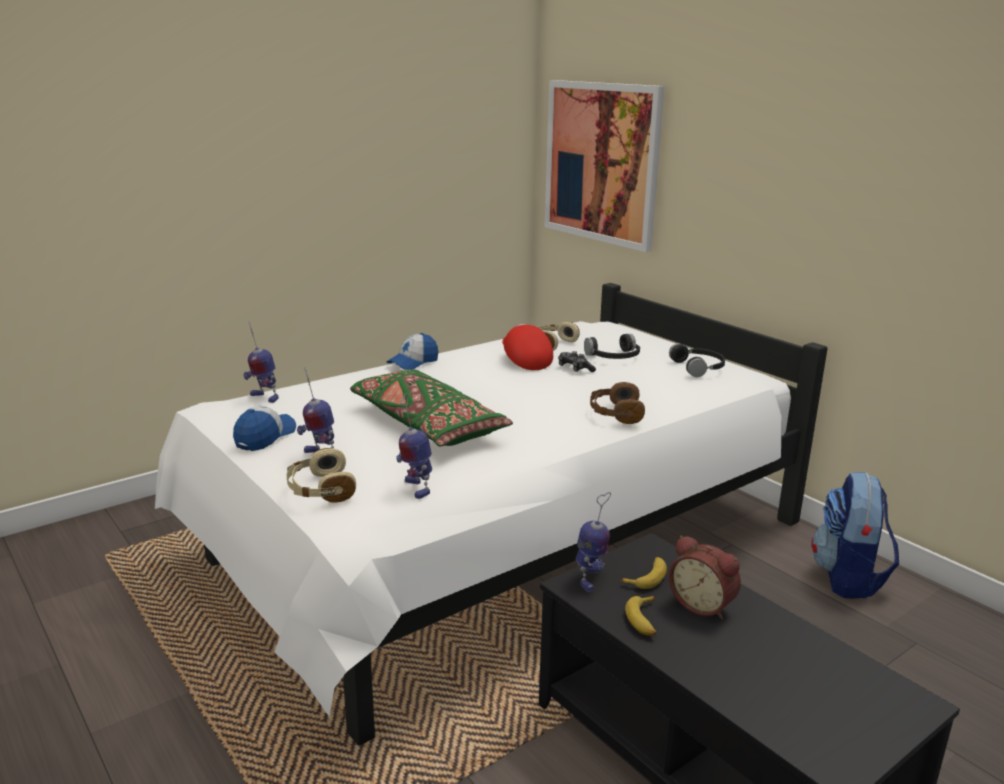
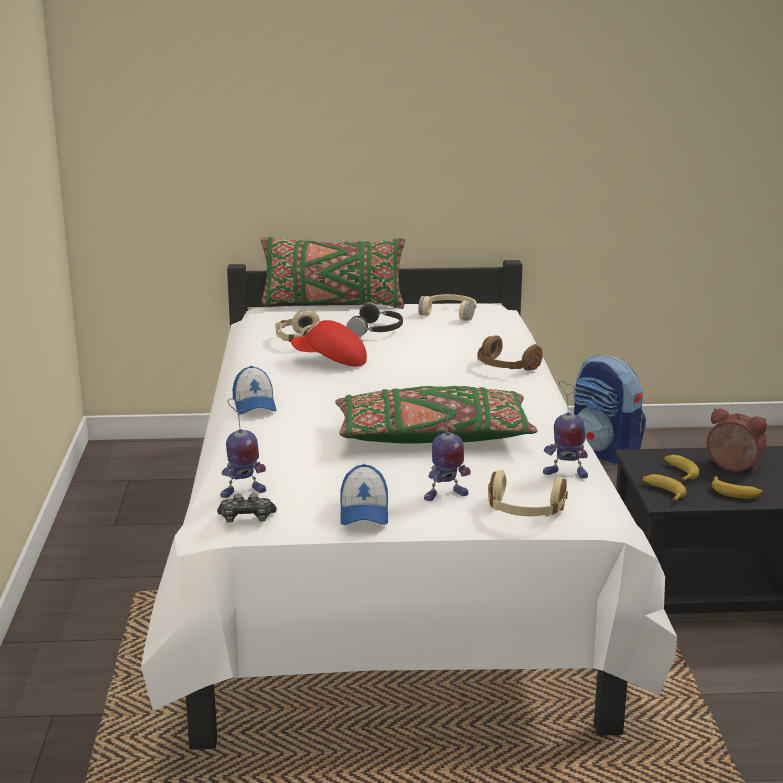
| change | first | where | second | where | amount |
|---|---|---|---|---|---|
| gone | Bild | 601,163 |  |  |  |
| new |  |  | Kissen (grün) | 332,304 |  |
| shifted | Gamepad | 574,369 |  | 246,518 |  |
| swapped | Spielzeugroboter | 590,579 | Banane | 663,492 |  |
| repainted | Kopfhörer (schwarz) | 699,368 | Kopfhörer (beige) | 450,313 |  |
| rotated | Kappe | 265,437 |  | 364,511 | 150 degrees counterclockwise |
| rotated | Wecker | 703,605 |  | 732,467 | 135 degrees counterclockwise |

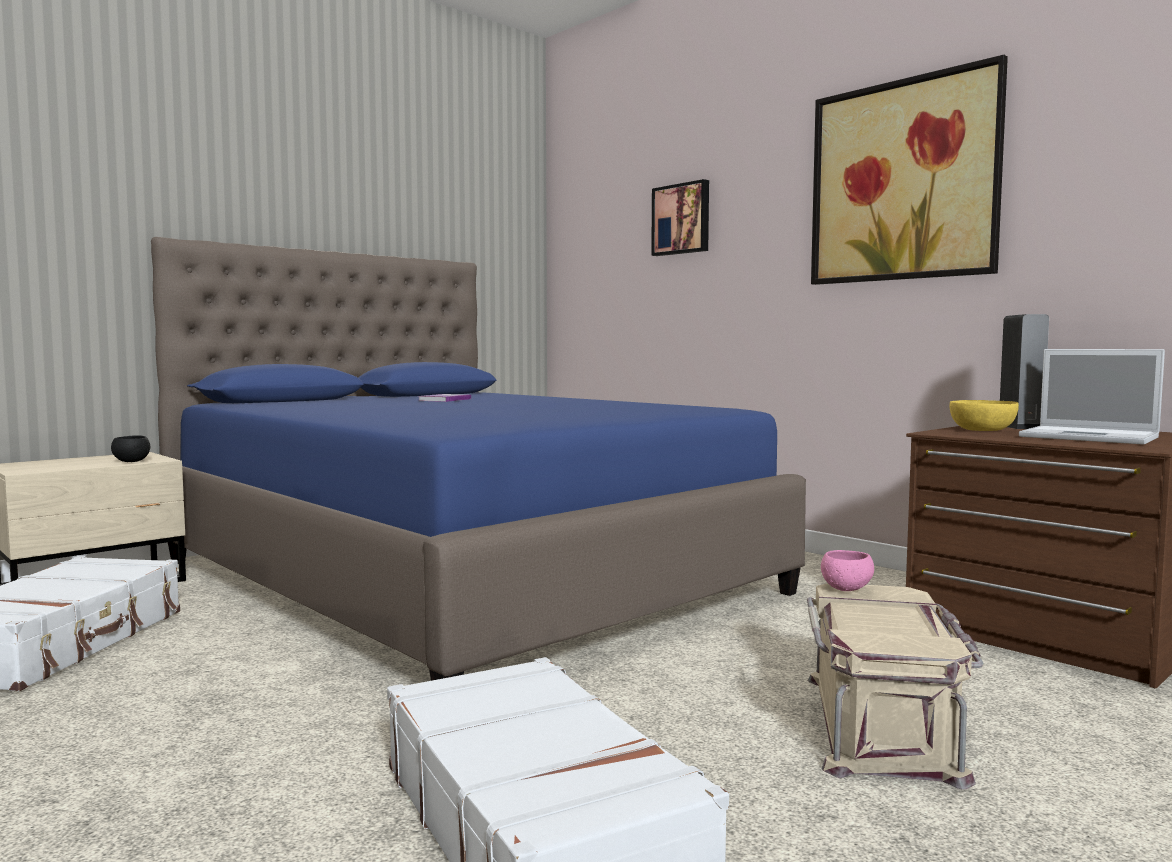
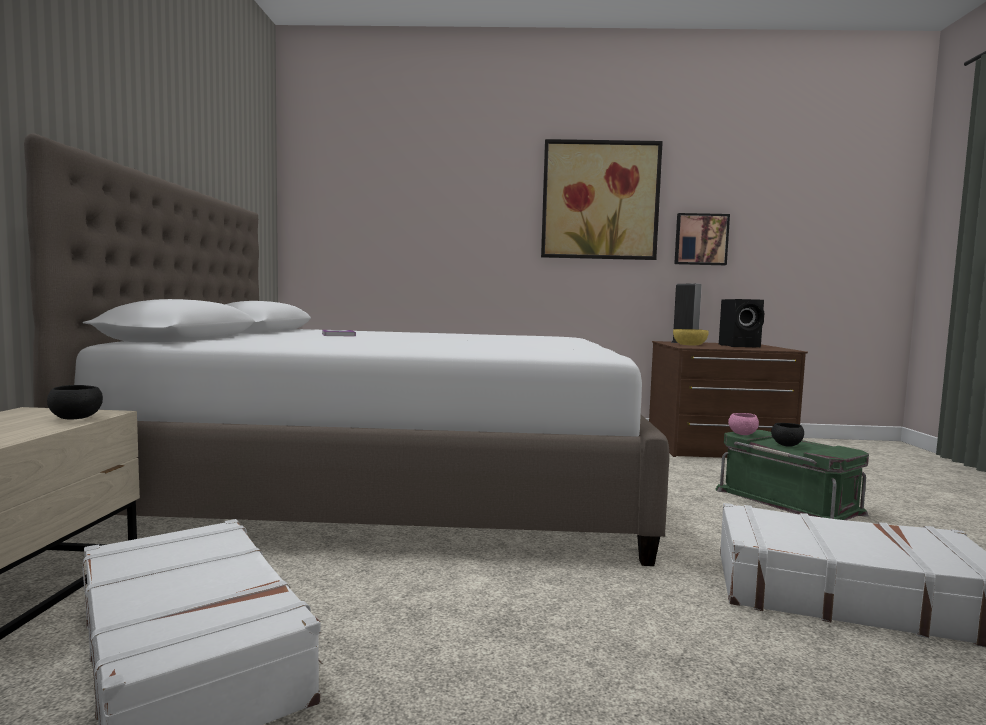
| change | first | where | second | where | amount |
|---|---|---|---|---|---|
| new |  |  | Schüssel (schwarz) | 786,445 |  |
| shifted | Bild | 682,219 |  | 700,239 |  |
| swapped | Laptop | 1091,437 | Lautsprecher (schwarz) | 740,346 |  |
| repainted | Bett (blau) | 463,576 | Bett (weiß) | 392,484 |  |
| repainted | Aufbewahrungsbox (beige) | 884,725 | Aufbewahrungsbox (grün) | 788,501 |  |

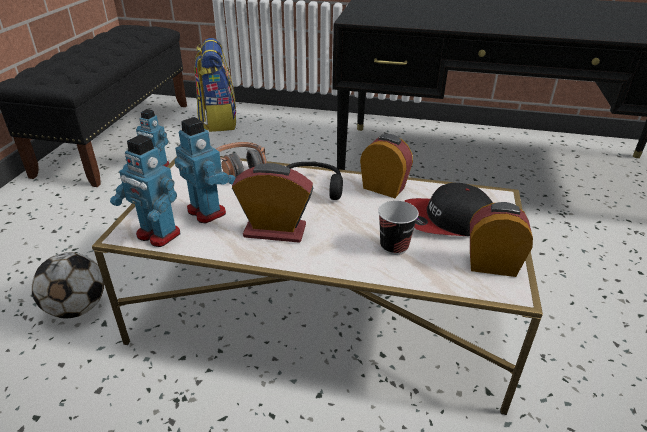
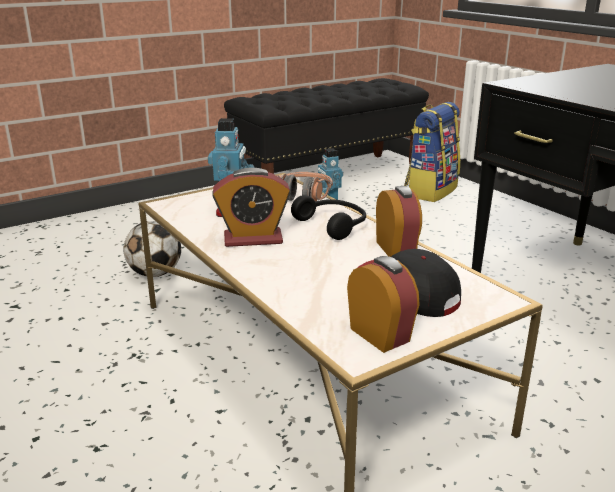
| change | first | where | second | where | amount |
|---|---|---|---|---|---|
| gone | Spielzeugroboter | 157,235 |  |  |  |
| gone | Tasse | 394,246 |  |  |  |
| rotated | Wecker | 275,231 |  | 253,239 | 120 degrees clockwise |

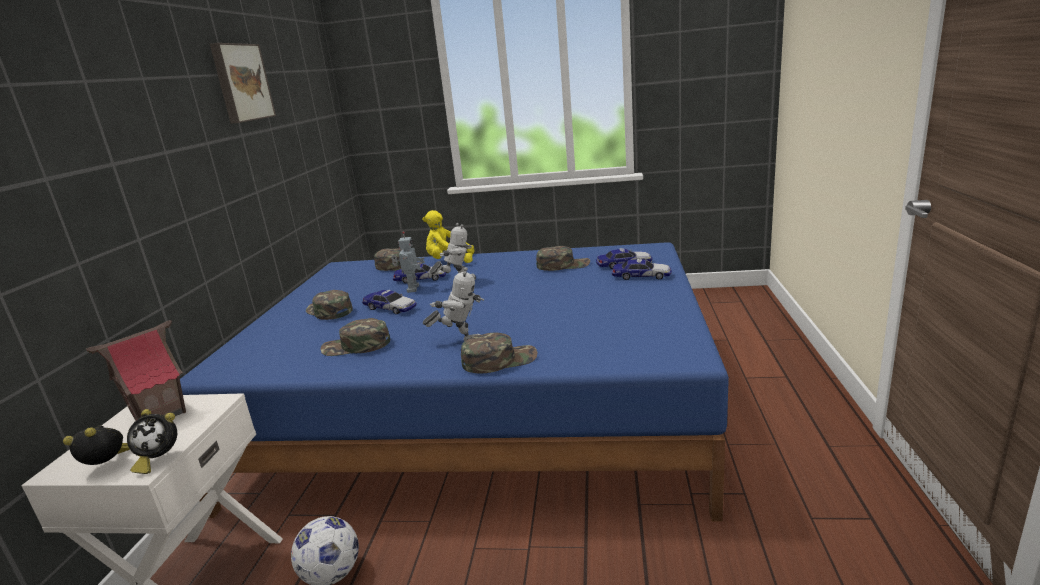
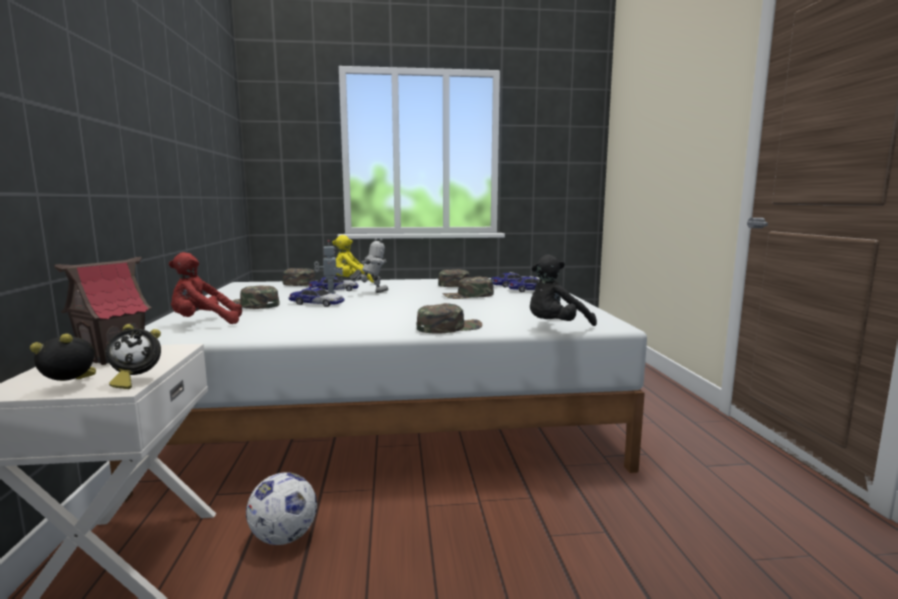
| change | first | where | second | where | amount |
|---|---|---|---|---|---|
| gone | Bild | 241,83 |  |  |  |
| gone | Spielzeugroboter | 460,341 |  |  |  |
| new |  |  | Plüschtier (rot) | 204,323 |  |
| new |  |  | Plüschtier (schwarz) | 555,327 |  |
| shifted | Kappe (grün) | 356,346 |  | 468,296 |  |
| repainted | Bett (blau) | 482,409 | Bett (weiß) | 391,408 |  |

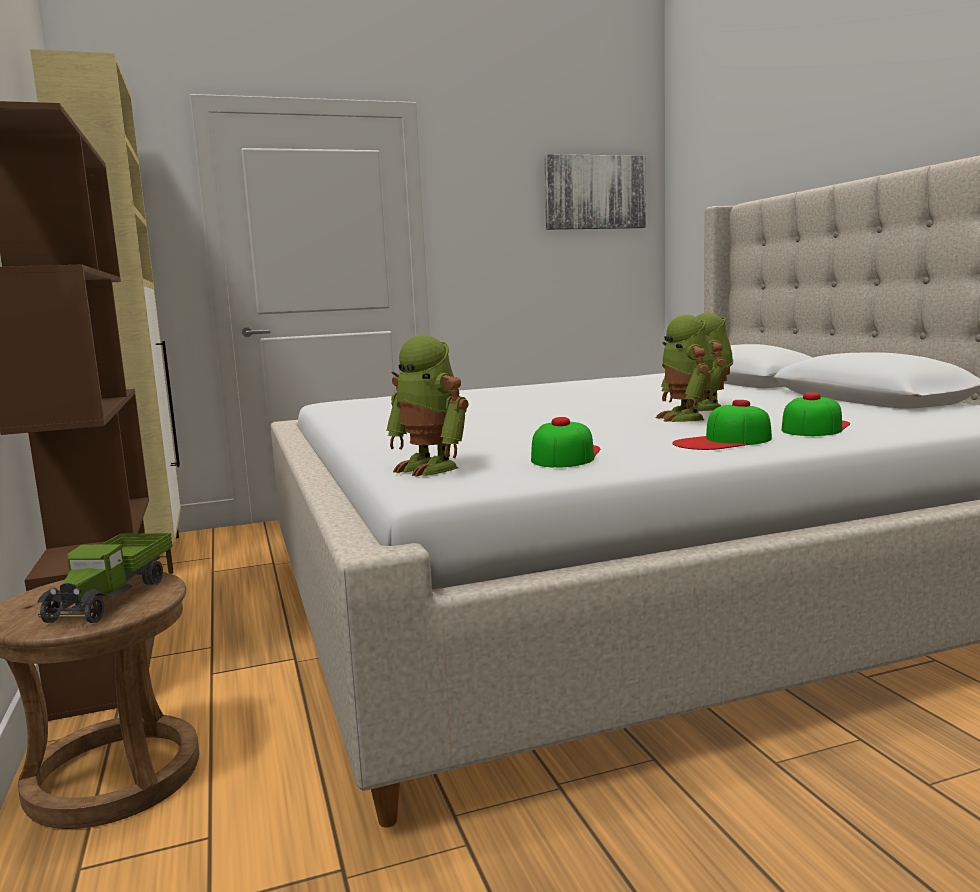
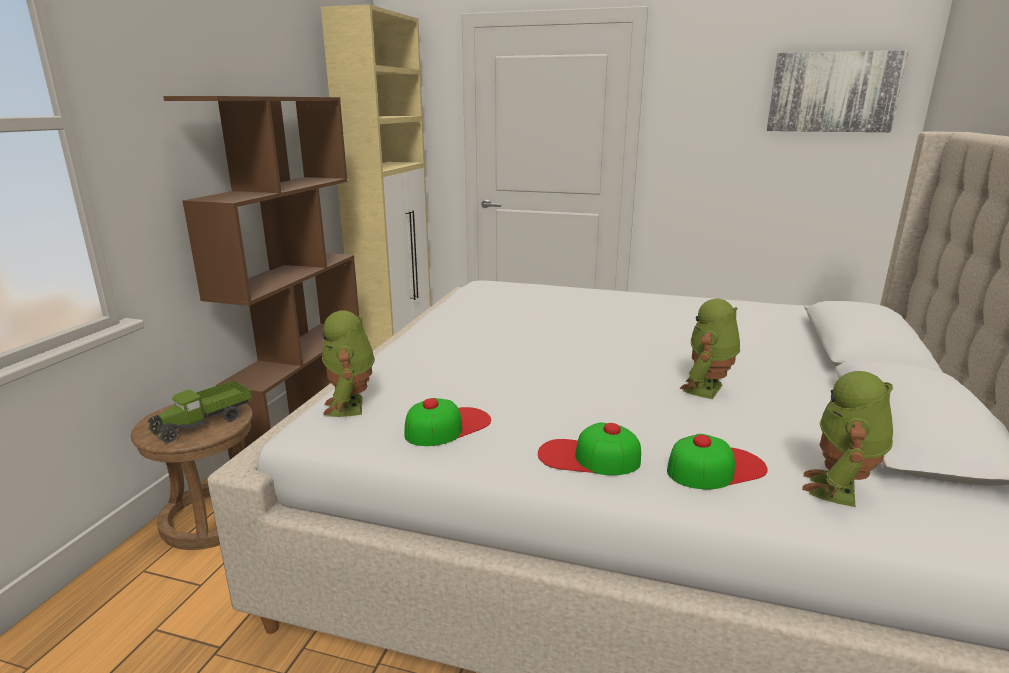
| change | first | where | second | where | amount |
|---|---|---|---|---|---|
| shifted | Spielzeugroboter | 686,418 |  | 839,490 |  |

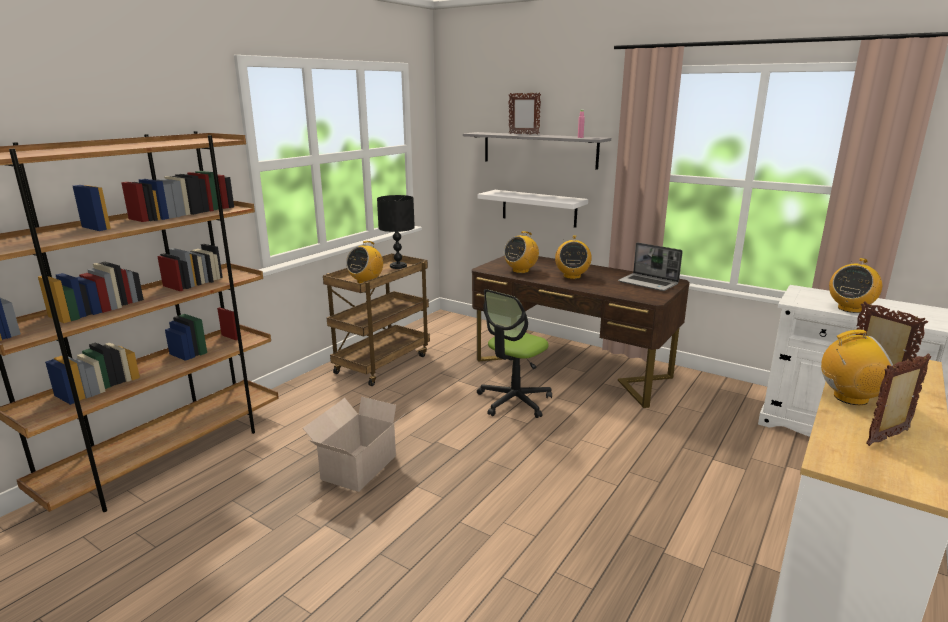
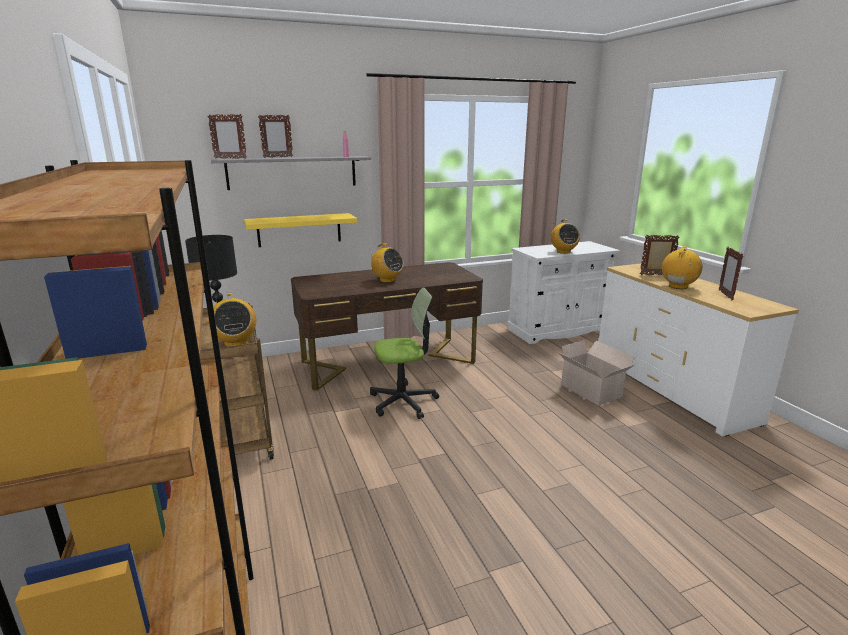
| change | first | where | second | where | amount |
|---|---|---|---|---|---|
| gone | Radio | 521,271 |  |  |  |
| gone | Laptop | 649,283 |  |  |  |
| new |  |  | Bilderrahmen | 230,158 |  |
| shifted | Karton | 357,468 |  | 592,391 |  |
| repainted | Wandregal (weiß) | 539,208 | Wandregal (gelb) | 299,230 |  |
| rotated | Bürostuhl | 514,401 |  | 403,401 | 90 degrees counterclockwise |

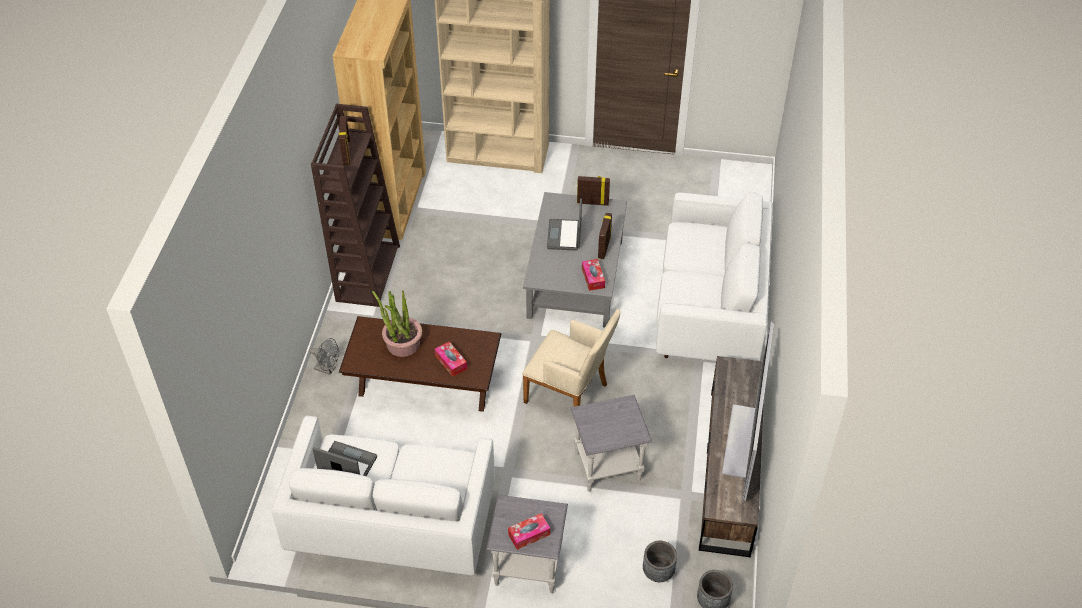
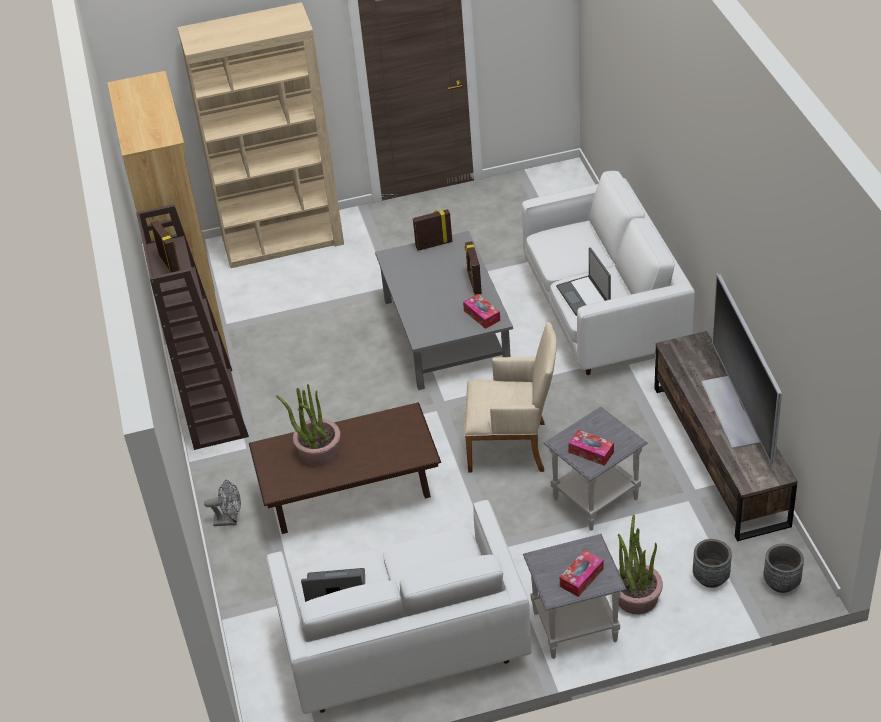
| change | first | where | second | where | amount |
|---|---|---|---|---|---|
| new |  |  | Topfpflanze | 636,597 |  |
| shifted | Taschentuchbox | 451,362 |  | 591,452 |  |
| shifted | Laptop | 565,235 |  | 584,296 |  |

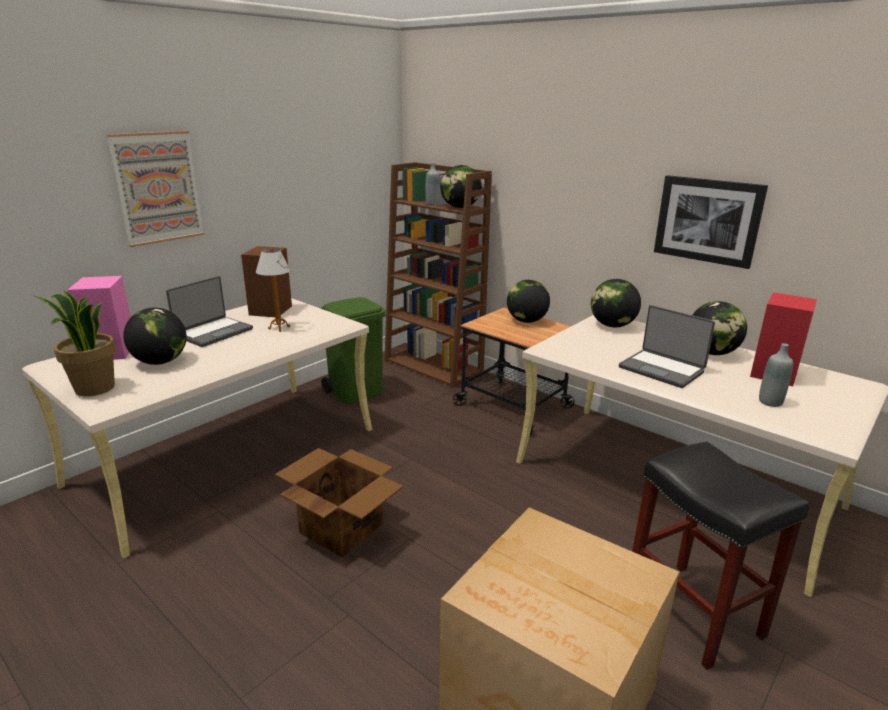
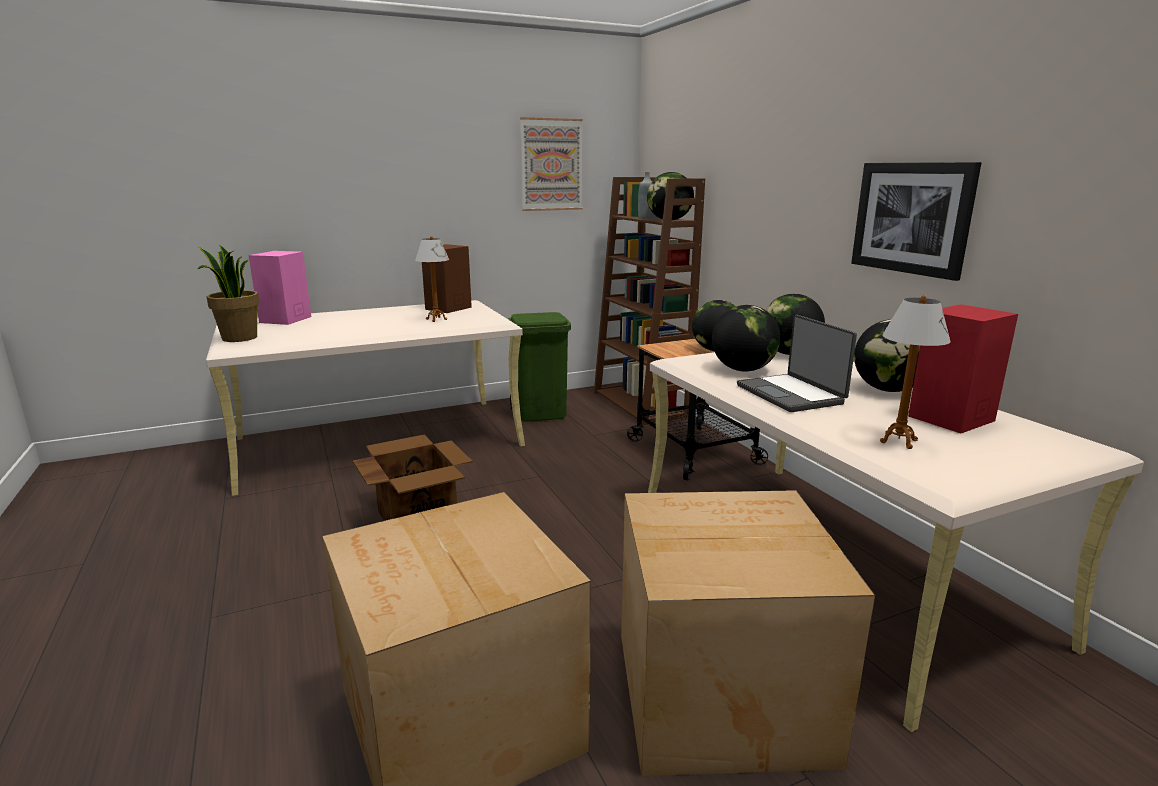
| change | first | where | second | where | amount |
|---|---|---|---|---|---|
| gone | Laptop | 213,332 |  |  |  |
| shifted | Bild | 158,188 |  | 551,165 |  |
| shifted | Globus | 160,362 |  | 743,370 |  |
| swapped | Hocker (schwarz) | 691,612 | Karton | 716,693 |  |
| swapped | Flasche (grau) | 770,402 | Tischlampe | 898,441 |  |

